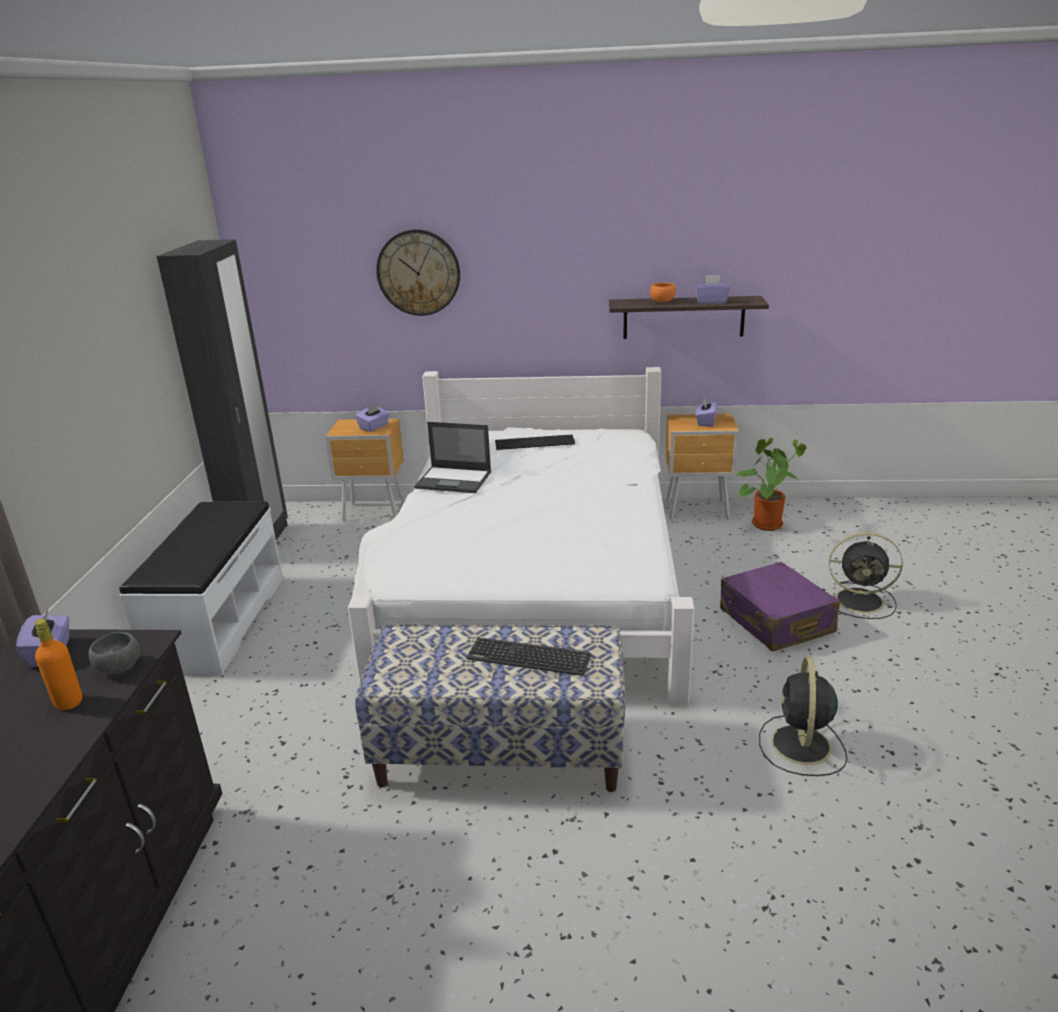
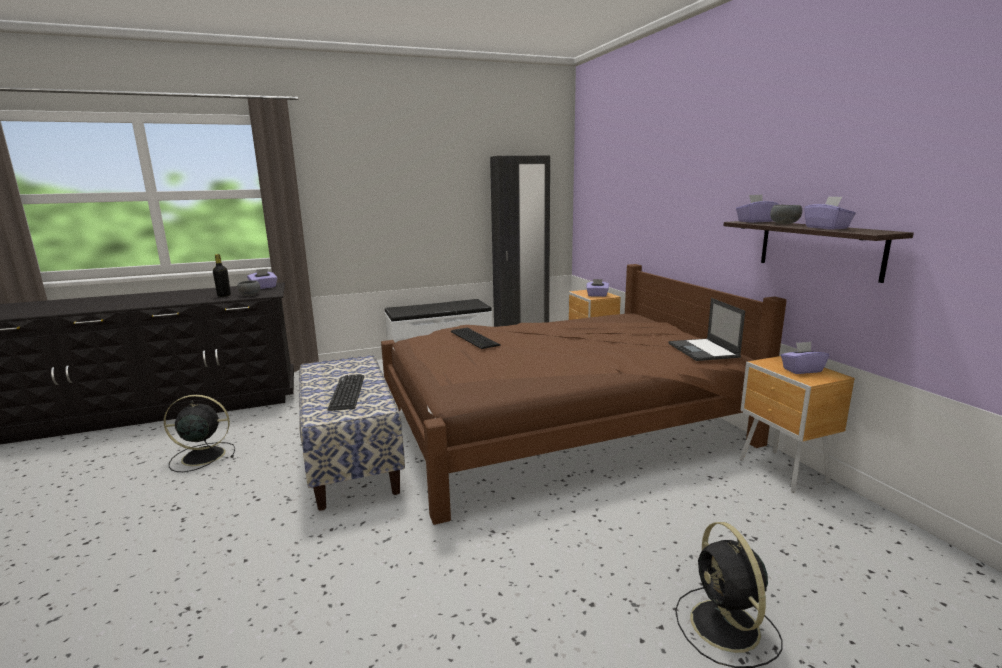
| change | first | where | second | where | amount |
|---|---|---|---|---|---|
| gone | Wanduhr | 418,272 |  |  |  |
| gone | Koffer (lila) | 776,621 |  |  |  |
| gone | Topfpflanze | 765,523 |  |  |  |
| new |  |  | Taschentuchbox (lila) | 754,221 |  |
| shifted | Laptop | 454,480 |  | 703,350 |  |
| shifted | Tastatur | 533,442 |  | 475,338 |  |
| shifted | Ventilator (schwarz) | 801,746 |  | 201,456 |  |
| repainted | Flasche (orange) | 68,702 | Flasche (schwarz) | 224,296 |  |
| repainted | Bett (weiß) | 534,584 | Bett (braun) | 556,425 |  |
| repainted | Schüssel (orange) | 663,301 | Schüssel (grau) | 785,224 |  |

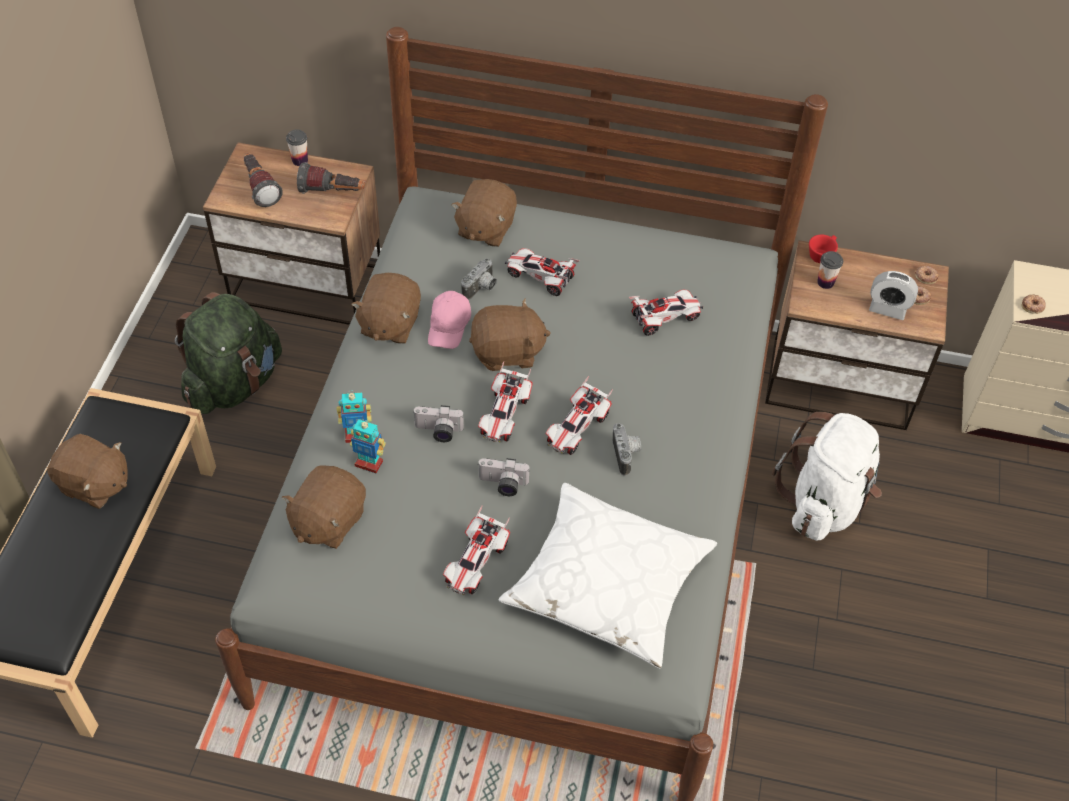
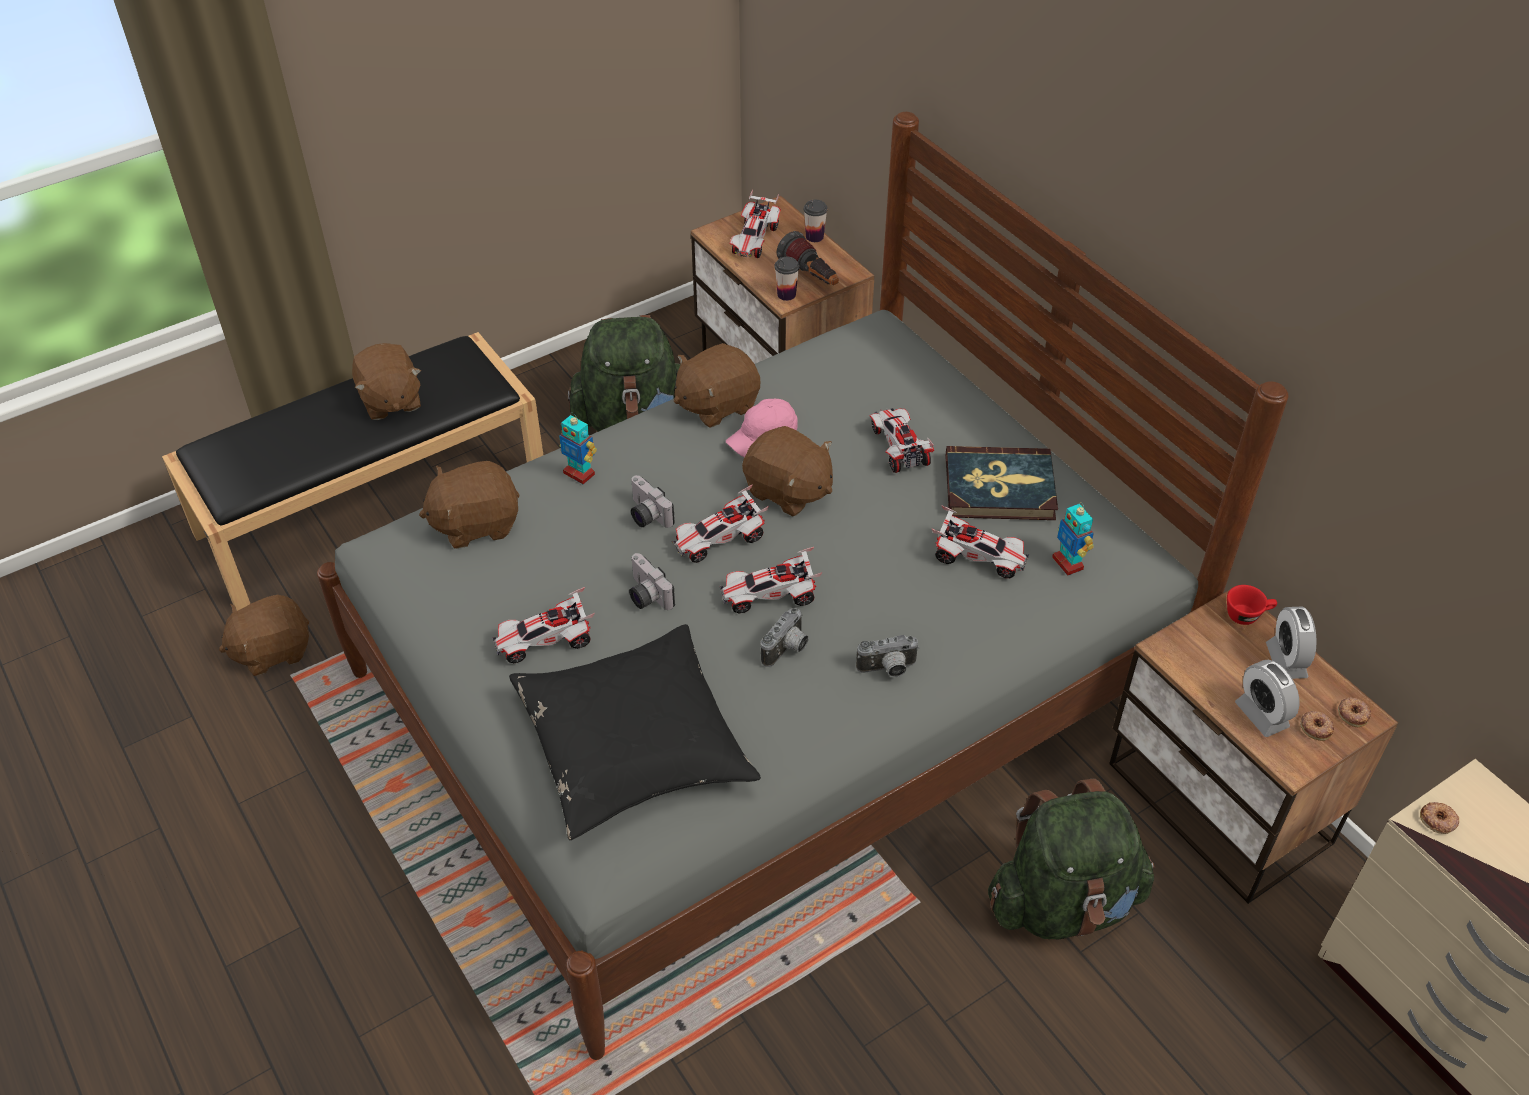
| change | first | where | second | where | amount |
|---|---|---|---|---|---|
| new |  |  | Buch | 999,488 |  |
| new |  |  | Wecker | 1286,661 |  |
| shifted | Spielzeugroboter | 369,463 |  | 1068,563 |  |
| shifted | Plüschtier (braun) | 485,228 |  | 272,650 |  |
| shifted | Kamera | 481,289 |  | 888,670 |  |
| shifted | Tasse | 825,282 |  | 786,294 |  |
| swapped | Taschenlampe | 260,187 | Spielzeugauto | 754,240 |  |
| repainted | Kissen (weiß) | 608,584 | Kissen (schwarz) | 633,744 |  |
| repainted | Rucksack (weiß) | 824,502 | Rucksack (grün) | 1063,903 |  |

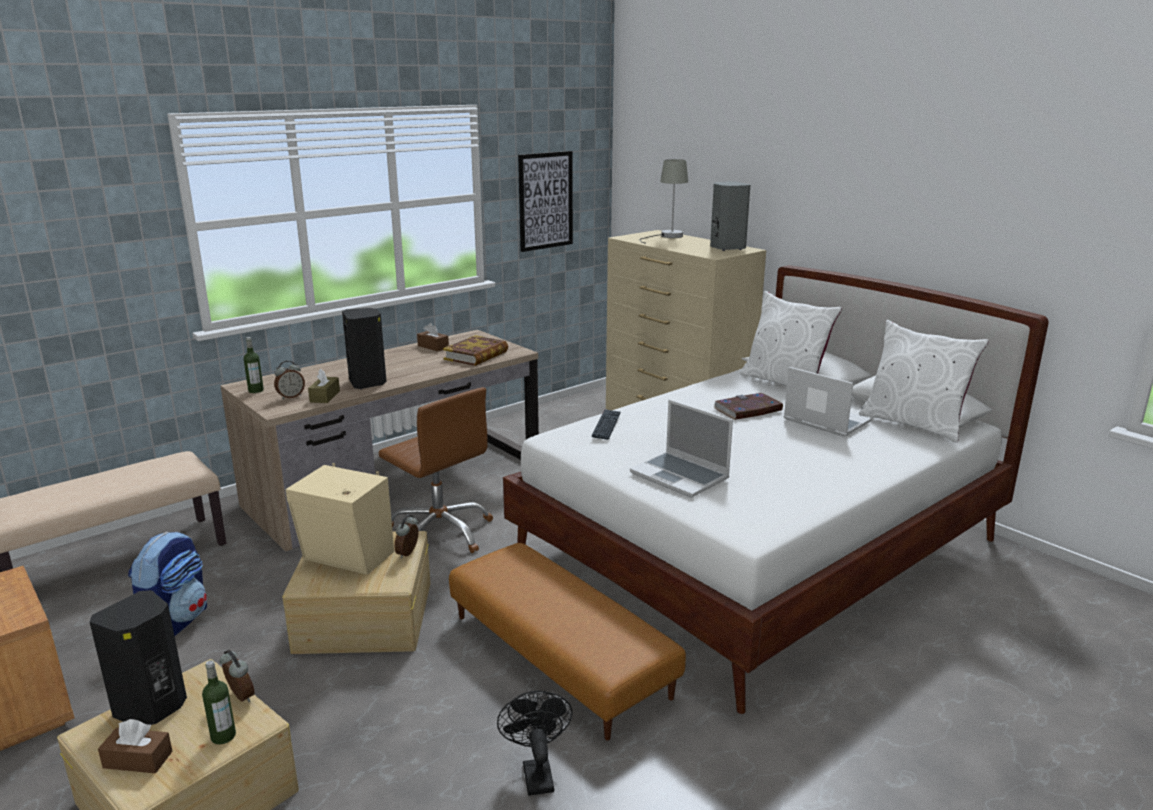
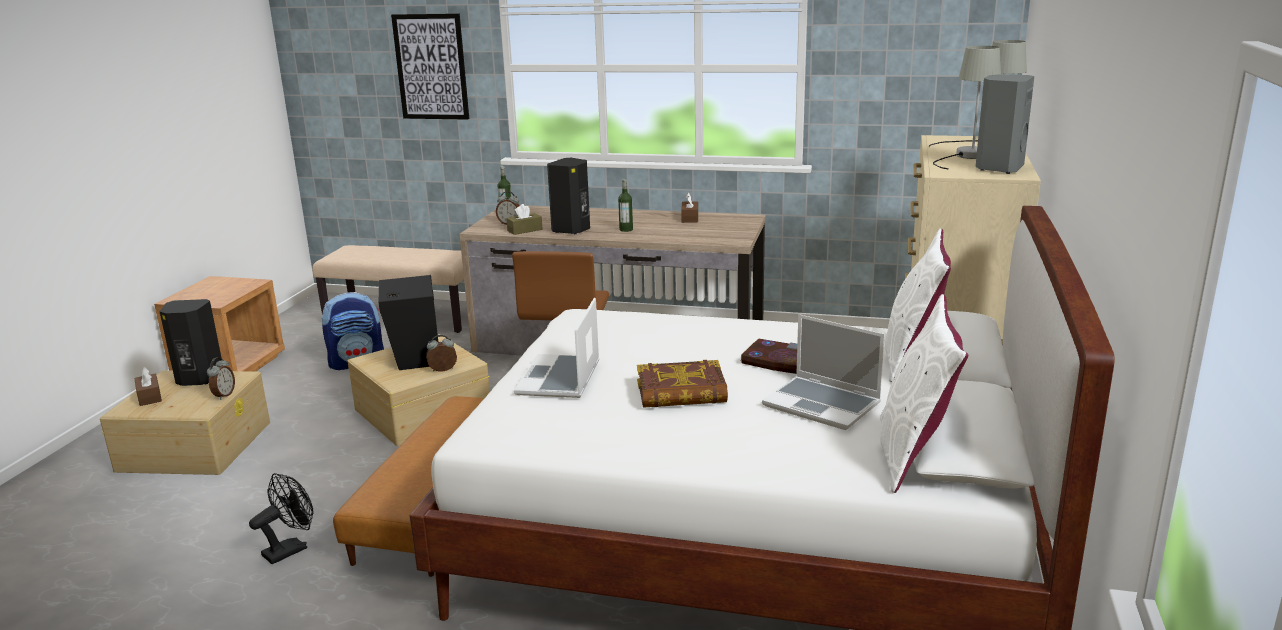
| change | first | where | second | where | amount |
|---|---|---|---|---|---|
| gone | Tastatur | 606,425 |  |  |  |
| new |  |  | Tischlampe (grau) | 966,157 |  |
| shifted | Flasche | 223,736 |  | 626,229 |  |
| shifted | Buch | 476,355 |  | 681,392 |  |
| shifted | Bild | 545,201 |  | 431,67 |  |
| repainted | Lautsprecher (beige) | 347,558 | Lautsprecher (schwarz) | 415,356 |  |
| rotated | Laptop | 824,421 |  | 823,405 | 120 degrees clockwise |

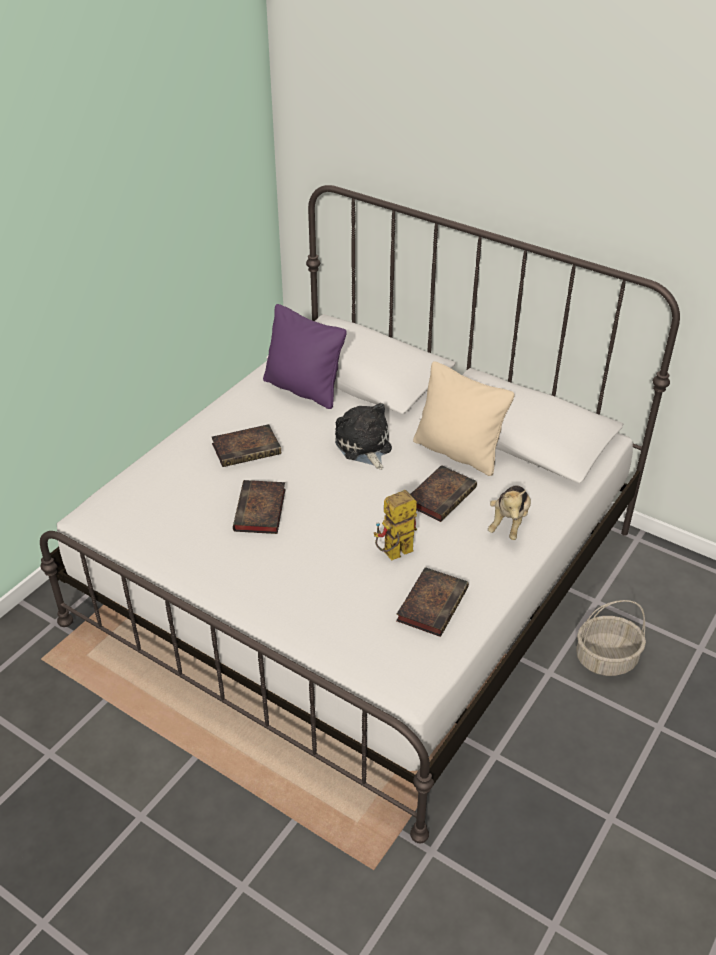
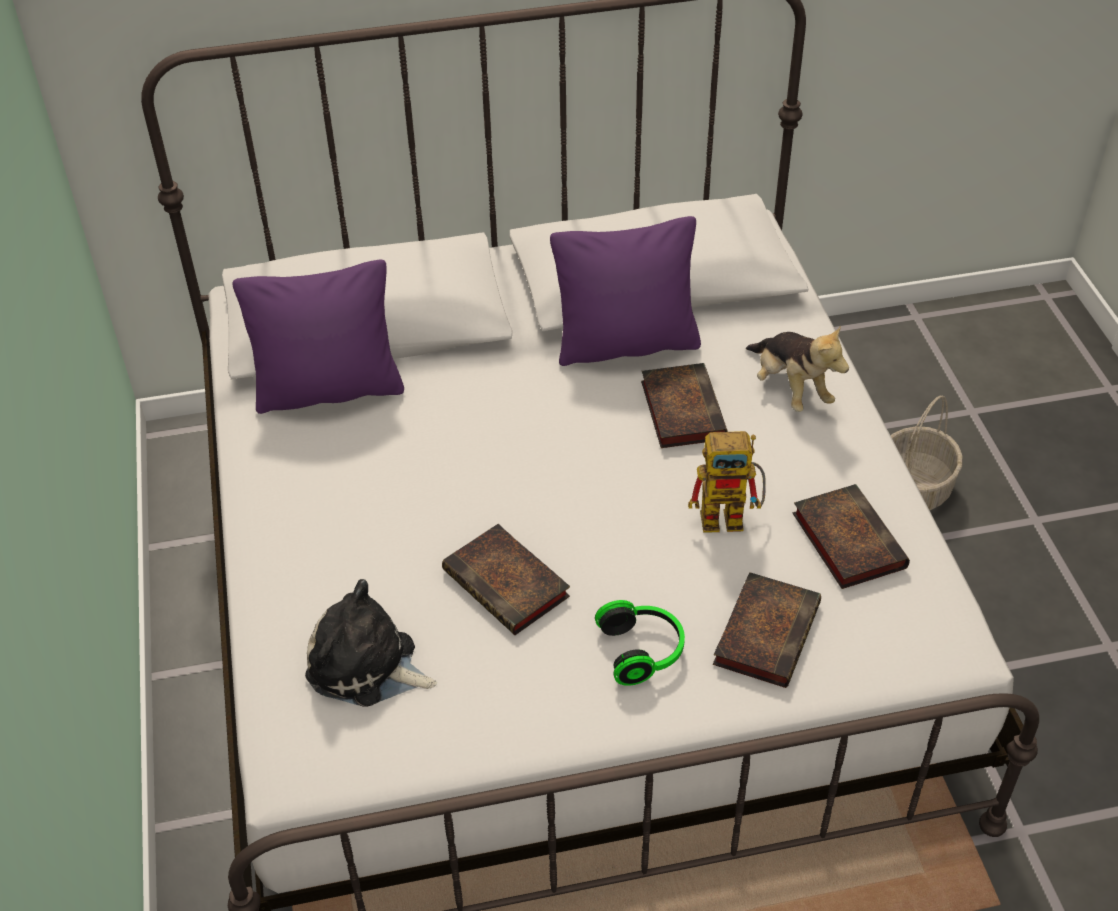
| change | first | where | second | where | amount |
|---|---|---|---|---|---|
| new |  |  | Kopfhörer | 643,651 |  |
| shifted | Buch | 248,448 |  | 766,631 |  |
| shifted | Plüschtier | 364,447 |  | 367,666 |  |
| repainted | Kissen (beige) | 458,452 | Kissen (lila) | 626,344 |  |
| rotated | Spielzeugroboter | 393,555 |  | 731,517 | 105 degrees counterclockwise |

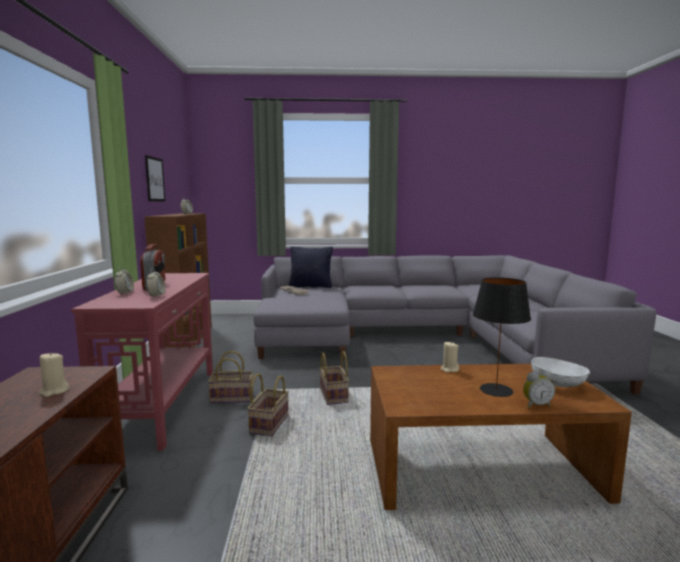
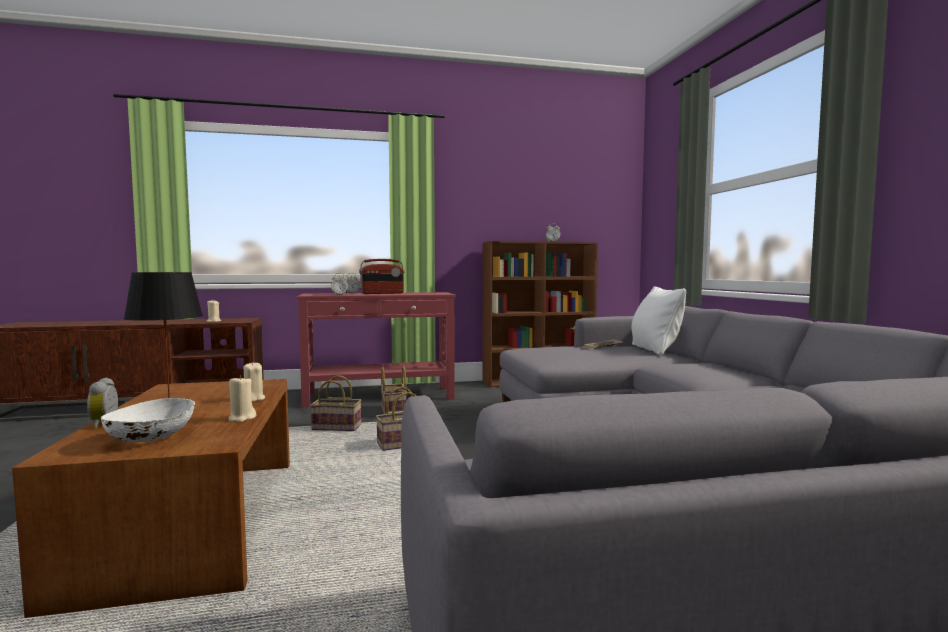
| change | first | where | second | where | amount |
|---|---|---|---|---|---|
| gone | Bild | 155,179 |  |  |  |
| new |  |  | Kerze (beige) | 242,418 |  |
| repainted | Kissen (schwarz) | 311,286 | Kissen (weiß) | 655,350 |  |

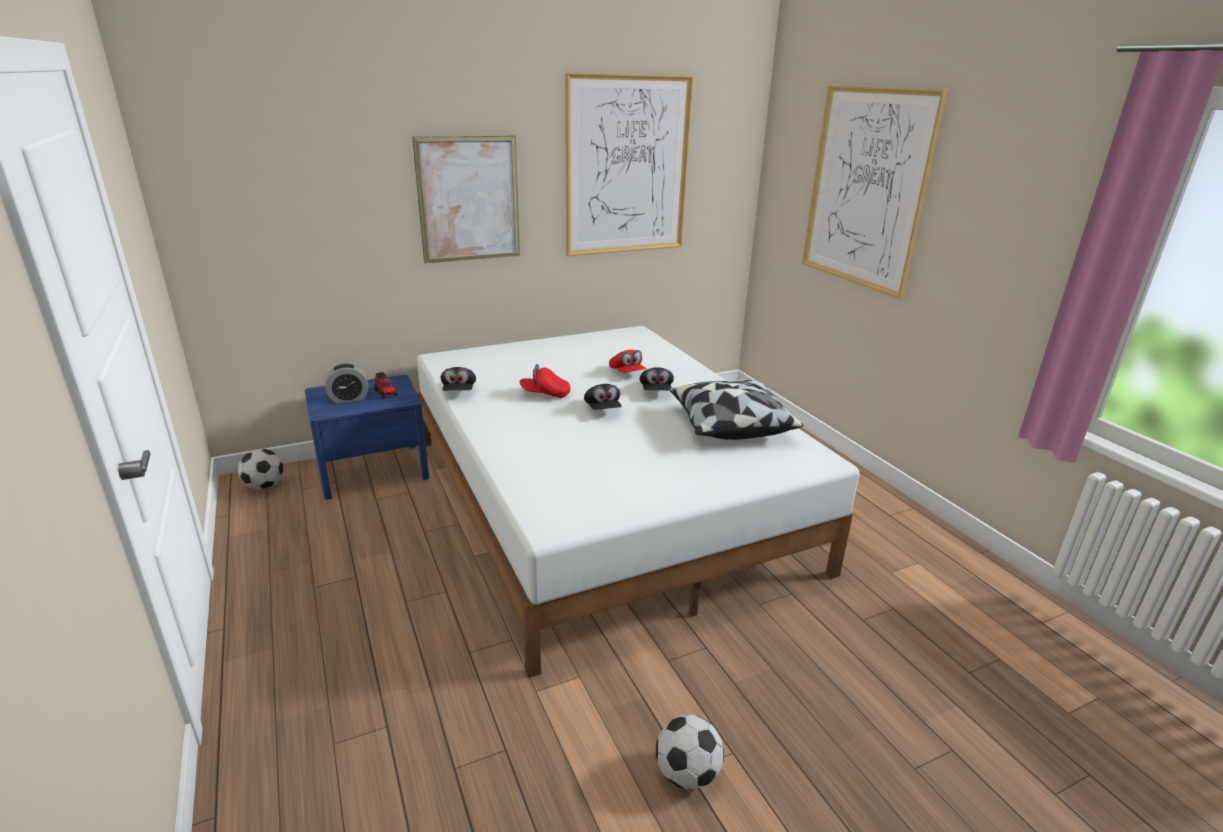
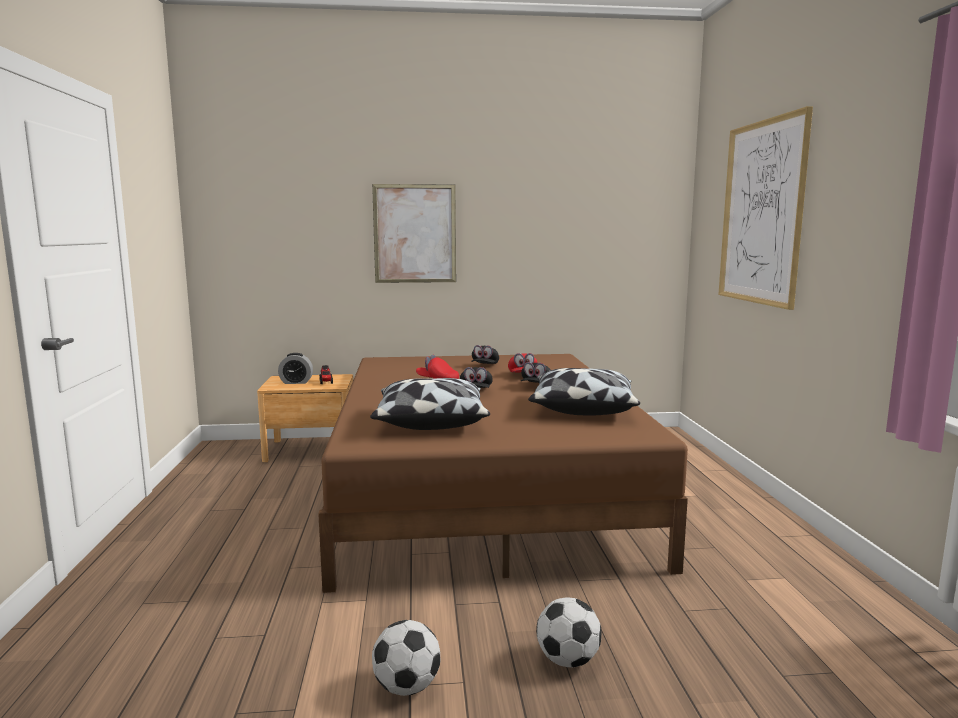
| change | first | where | second | where | amount |
|---|---|---|---|---|---|
| gone | Bild | 627,167 |  |  |  |
| new |  |  | Kissen | 430,421 |  |
| shifted | Fußball | 264,486 |  | 567,660 |  |
| shifted | Kappe (schwarz) | 459,391 |  | 484,366 |  |
| repainted | Nachttisch (blau) | 373,470 | Nachttisch (braun) | 311,449 |  |
| repainted | Bett (weiß) | 602,500 | Bett (braun) | 483,489 |  |

